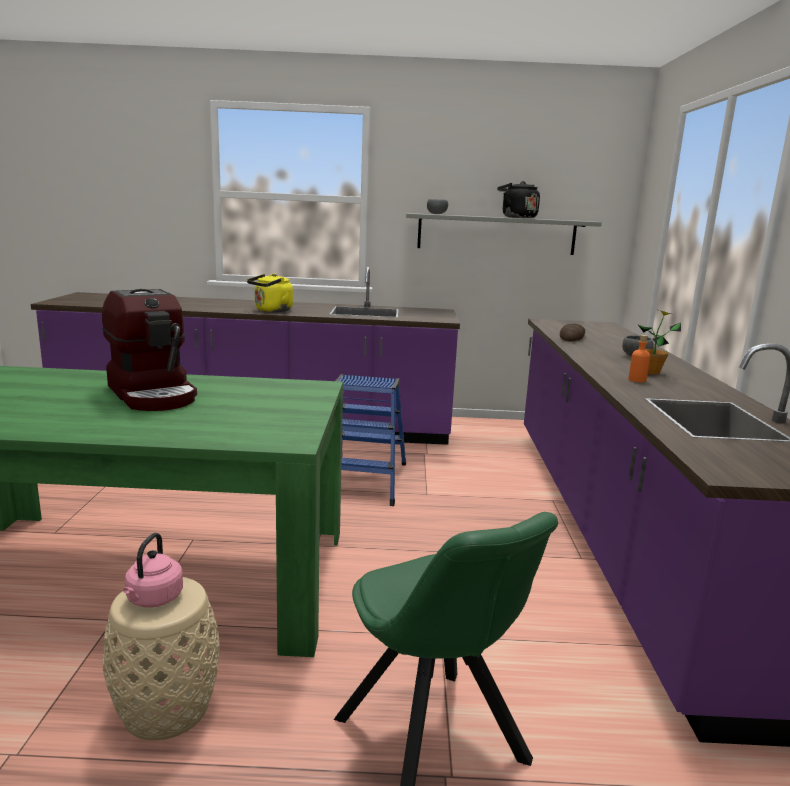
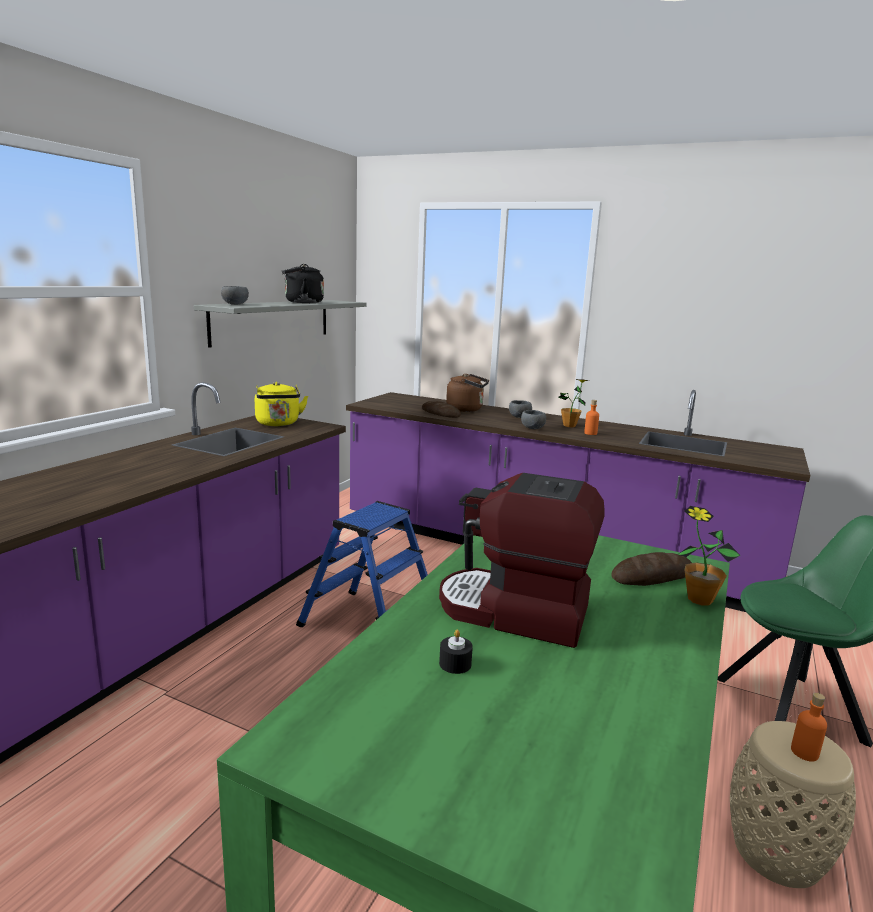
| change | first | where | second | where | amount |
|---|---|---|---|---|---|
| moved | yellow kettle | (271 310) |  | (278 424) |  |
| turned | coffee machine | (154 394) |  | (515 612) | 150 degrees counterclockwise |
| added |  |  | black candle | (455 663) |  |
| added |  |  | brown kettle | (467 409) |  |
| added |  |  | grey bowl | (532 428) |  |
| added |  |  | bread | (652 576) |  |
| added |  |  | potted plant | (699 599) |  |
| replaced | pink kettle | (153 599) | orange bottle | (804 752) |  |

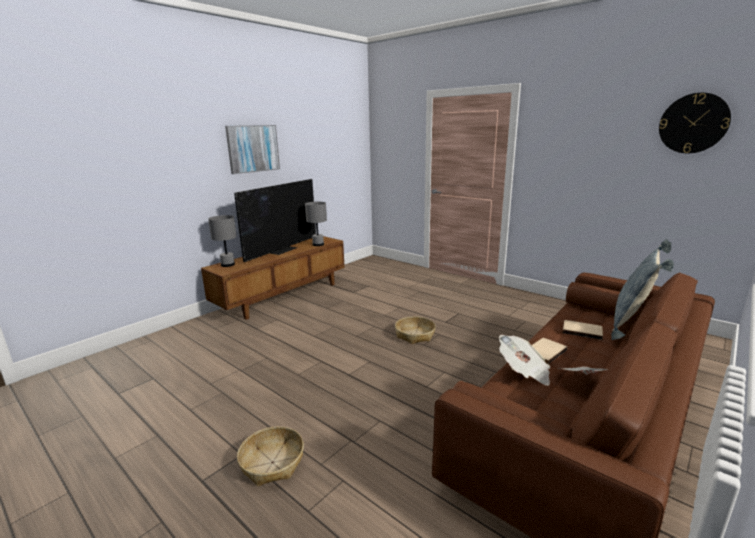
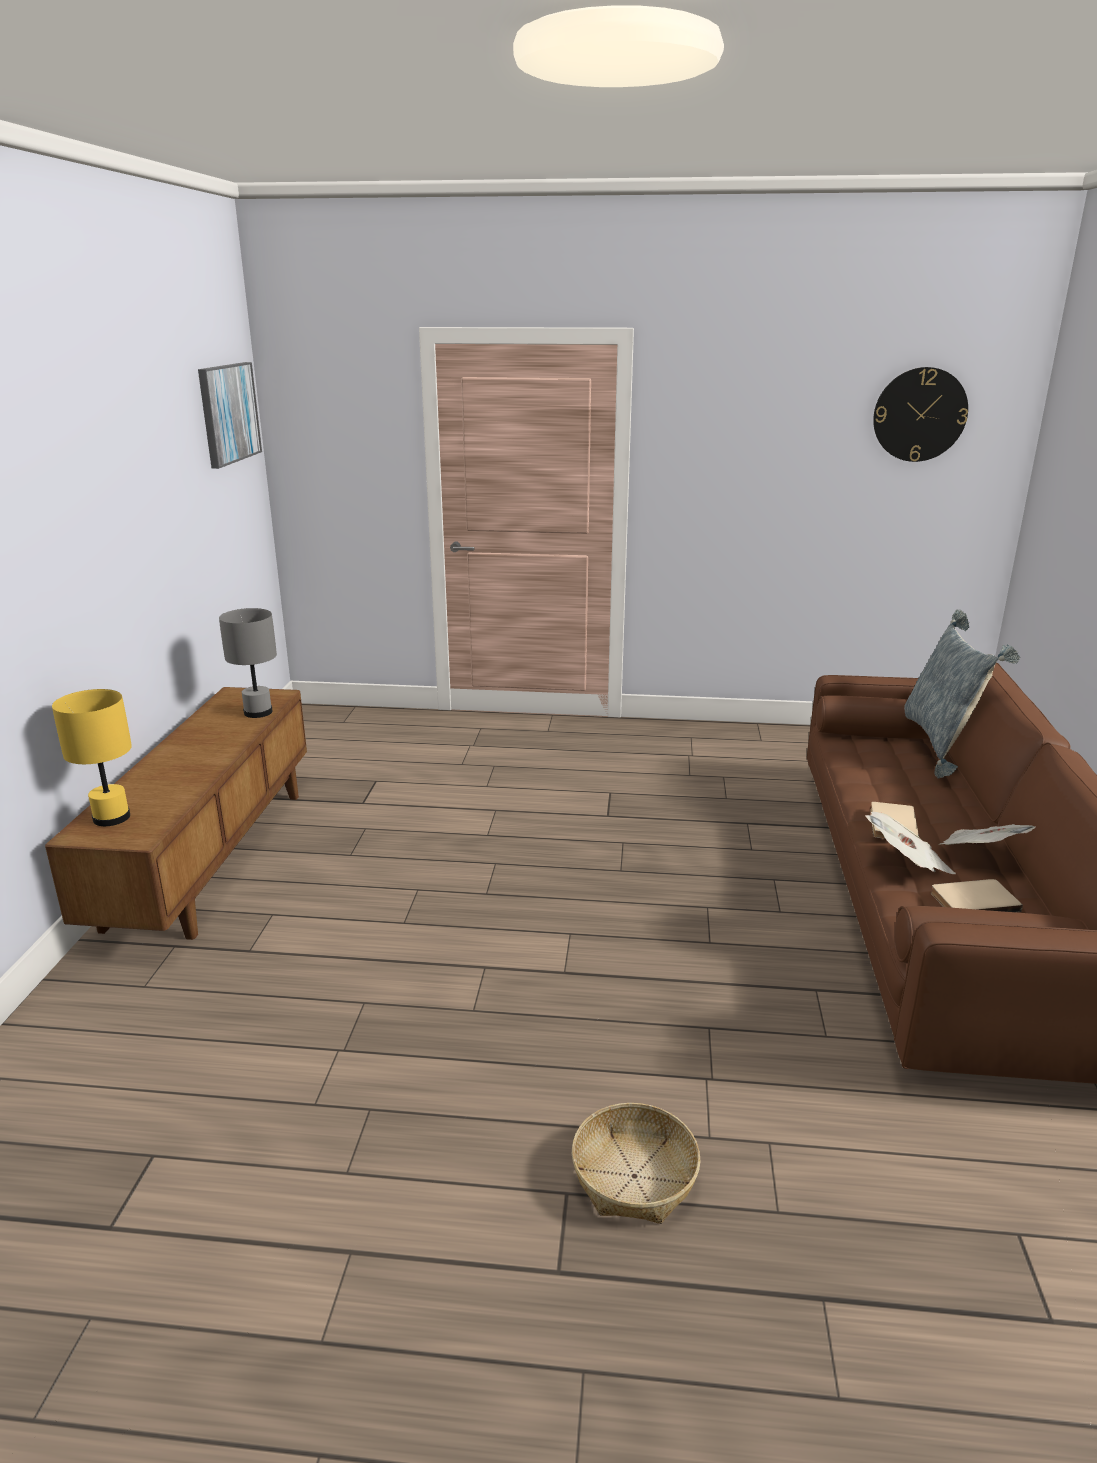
| change | first | where | second | where | amount |
|---|---|---|---|---|---|
| recoloured | grey table lamp | (227 264) | yellow table lamp | (110 818) |  |
| moved | picture | (253 148) |  | (228 413) |  |
| moved | beige book | (582 330) |  | (973 900) |  |
| removed | television | (283 250) |  |  |  |
| removed | basket | (415 335) |  |  |  |

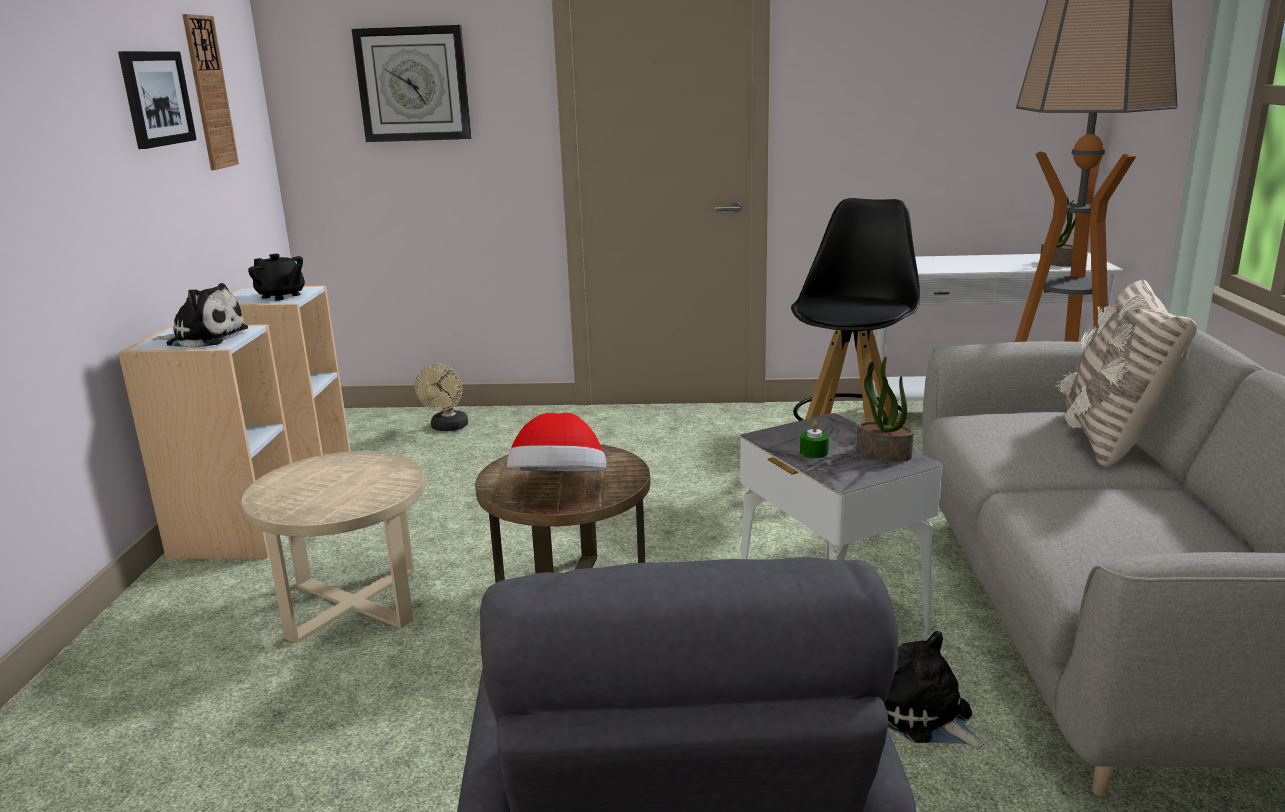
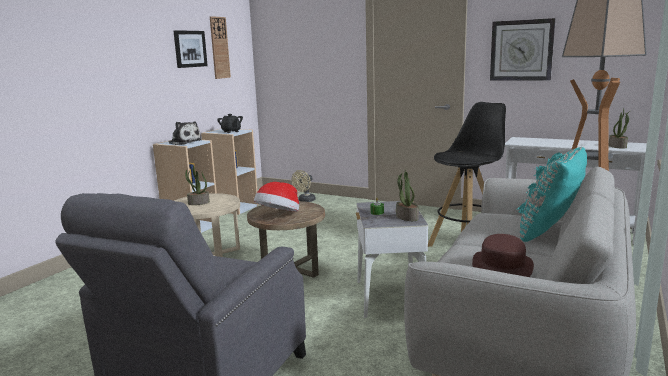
| change | first | where | second | where | amount |
|---|---|---|---|---|---|
| added |  |  | potted plant | (198 203) |  |
| added |  |  | brown hat | (502 268) |  |
| moved | wall clock | (413 84) |  | (521 50) |  |
| recoloured | beige pillow | (1108 438) | turquoise pillow | (547 231) |  |
| removed | plush toy | (923 715) |  |  |  |

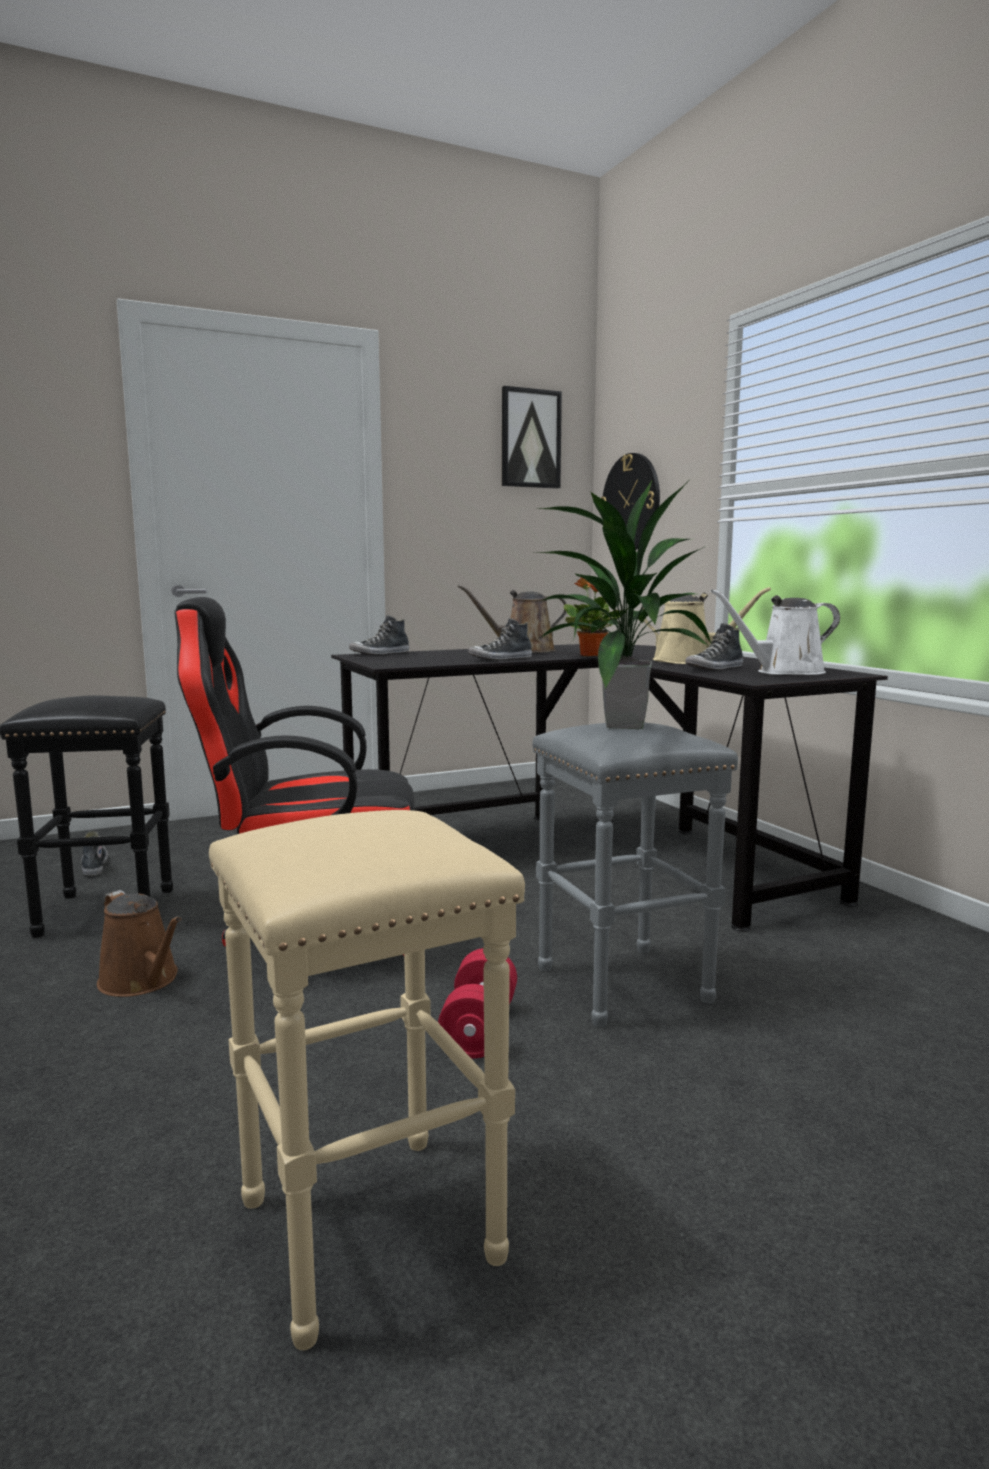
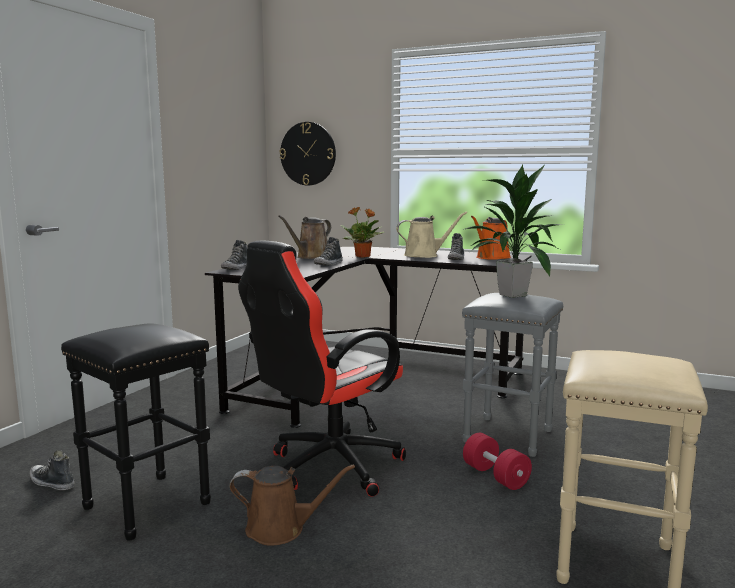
| change | first | where | second | where | amount |
|---|---|---|---|---|---|
| recoloured | white watering can | (784 672) | orange watering can | (491 257) |  |
| removed | picture | (530 438) |  |  |  |

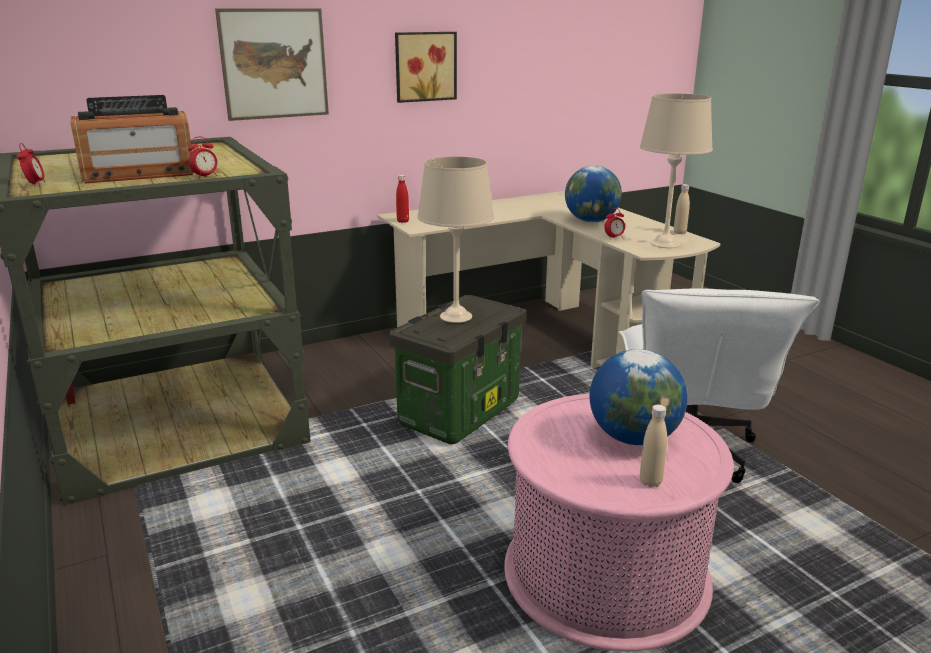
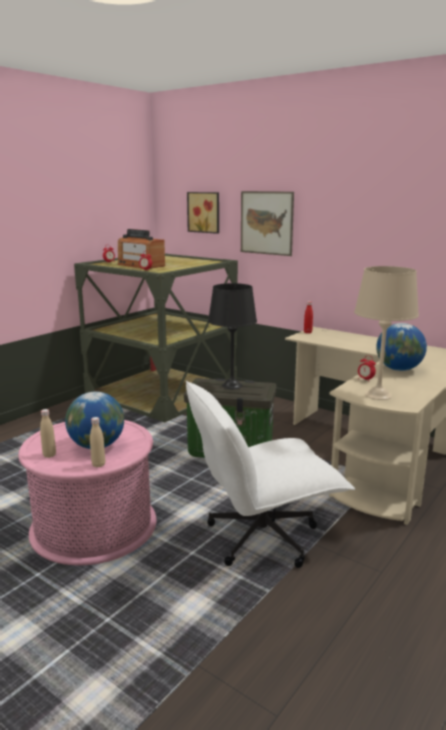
| change | first | where | second | where | amount |
|---|---|---|---|---|---|
| moved | beige bottle | (679 232) |  | (98 464) |  |
| moved | picture | (424 66) |  | (204 212) |  |
| recoloured | beige table lamp | (455 316) | black table lamp | (231 385) |  |

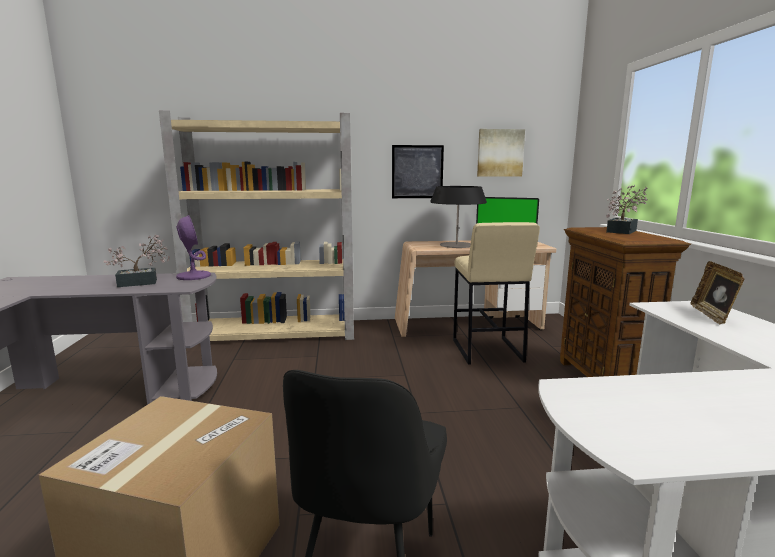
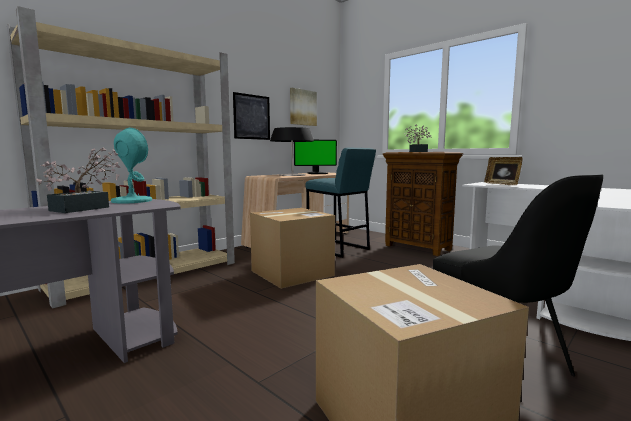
| change | first | where | second | where | amount |
|---|---|---|---|---|---|
| recoloured | purple table lamp | (193 276) | turquoise table lamp | (131 201) |  |
| added |  |  | cardboard box | (292 273) |  |
| recoloured | beige stool | (488 351) | turquoise stool | (339 249) |  |

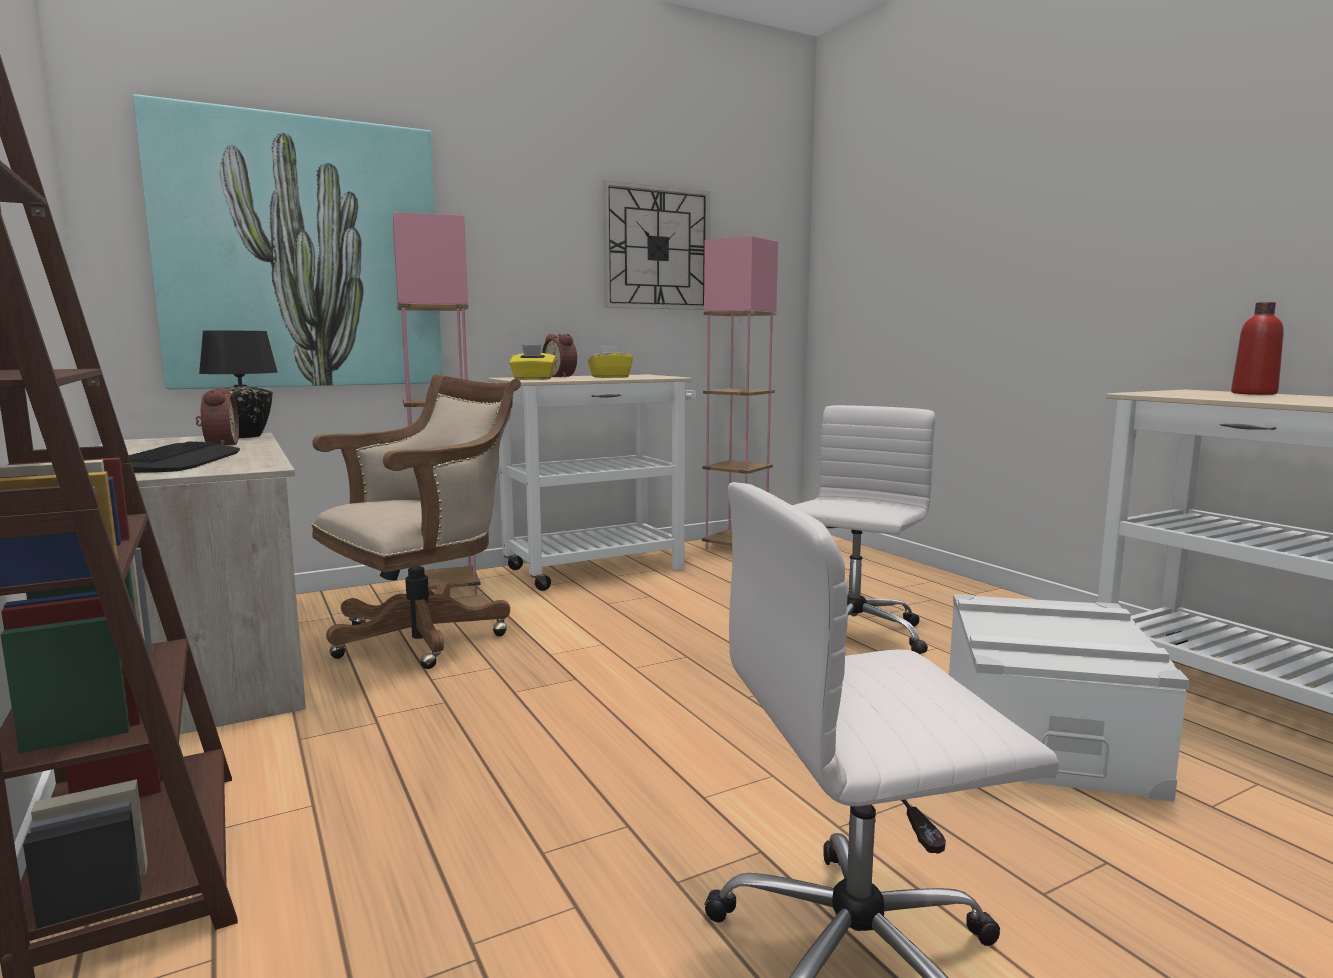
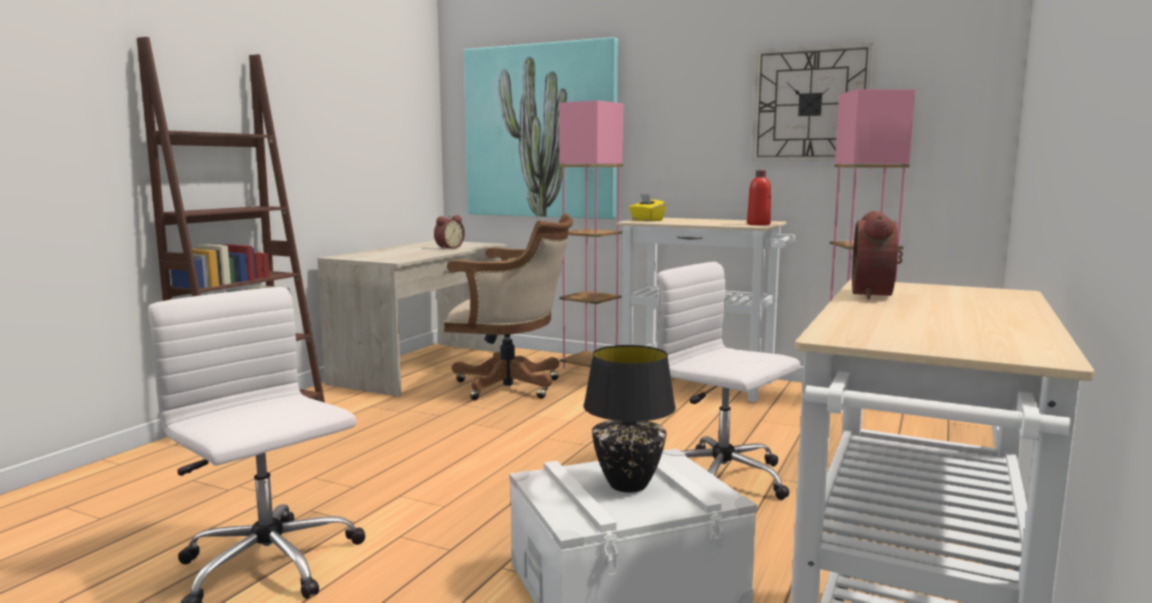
| change | first | where | second | where | amount |
|---|---|---|---|---|---|
| moved | black table lamp | (246 436) |  | (629 485) |  |
| turned | white office chair | (851 634) |  | (724 480) | 135 degrees counterclockwise |
| moved | red bottle | (1253 393) |  | (758 224) |  |
| moved | alarm clock | (562 377) |  | (876 295) |  |
| removed | keyboard | (179 460) |  |  |  |
| removed | yellow tissue box | (610 377) |  |  |  |

